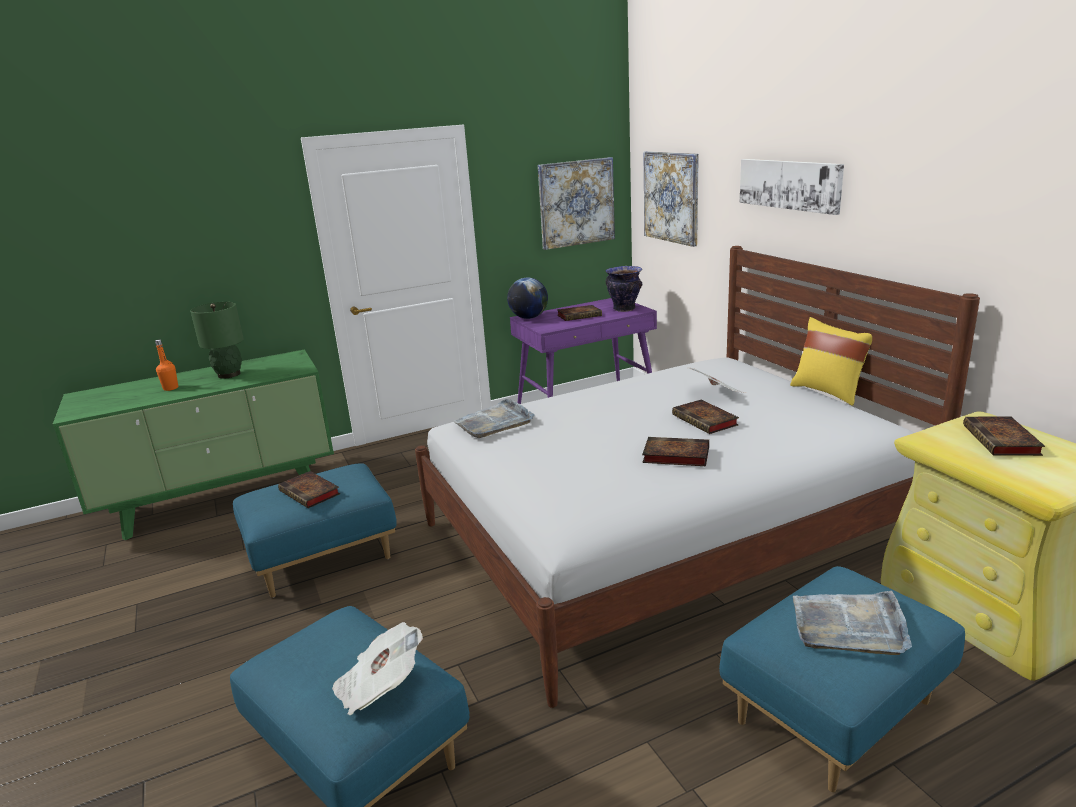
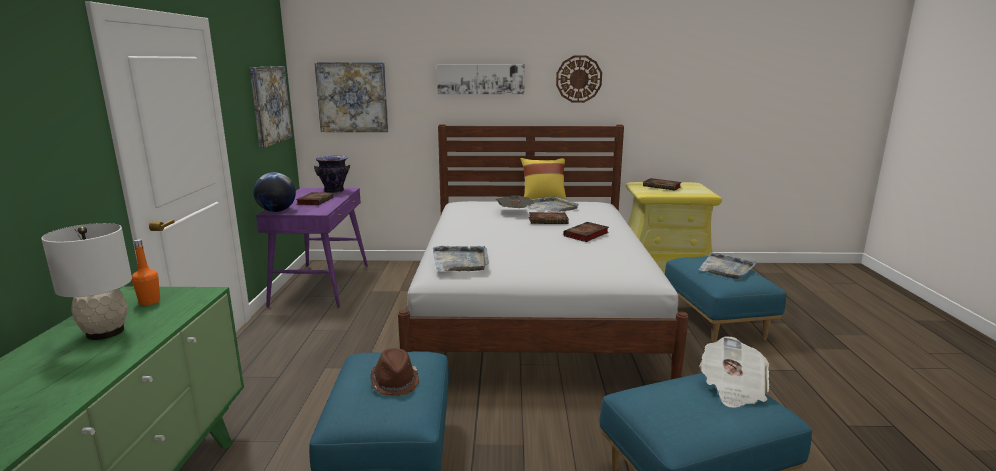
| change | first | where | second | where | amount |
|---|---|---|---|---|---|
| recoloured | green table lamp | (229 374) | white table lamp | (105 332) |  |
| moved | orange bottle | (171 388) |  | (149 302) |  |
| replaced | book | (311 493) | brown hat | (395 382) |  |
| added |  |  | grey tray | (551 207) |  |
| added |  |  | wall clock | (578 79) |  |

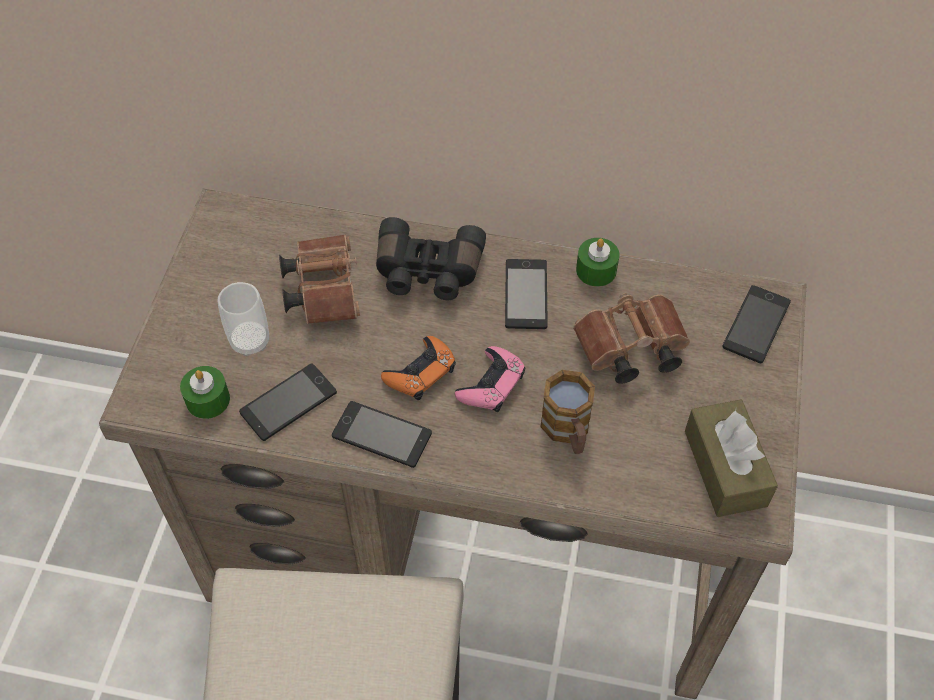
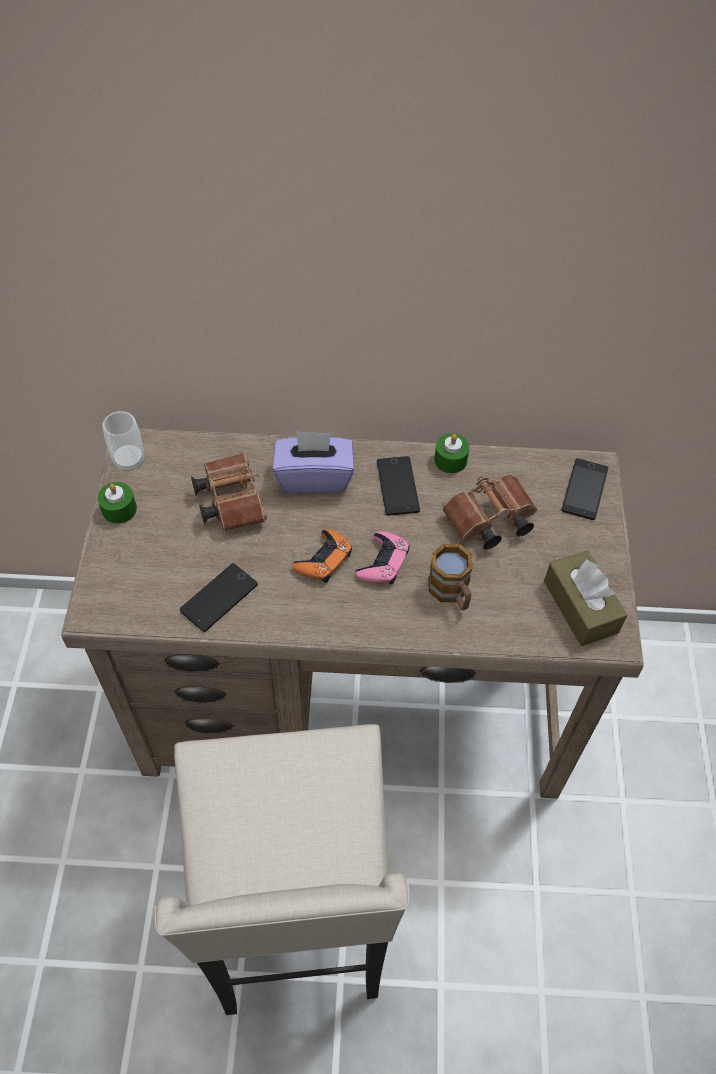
| change | first | where | second | where | amount |
|---|---|---|---|---|---|
| moved | green candle | (208 400) |  | (119 509) |  |
| moved | cup | (250 341) |  | (129 460) |  |
| replaced | black binoculars | (427 272) | purple tissue box | (314 477) |  |
| removed | phone | (382 435) |  |  |  |

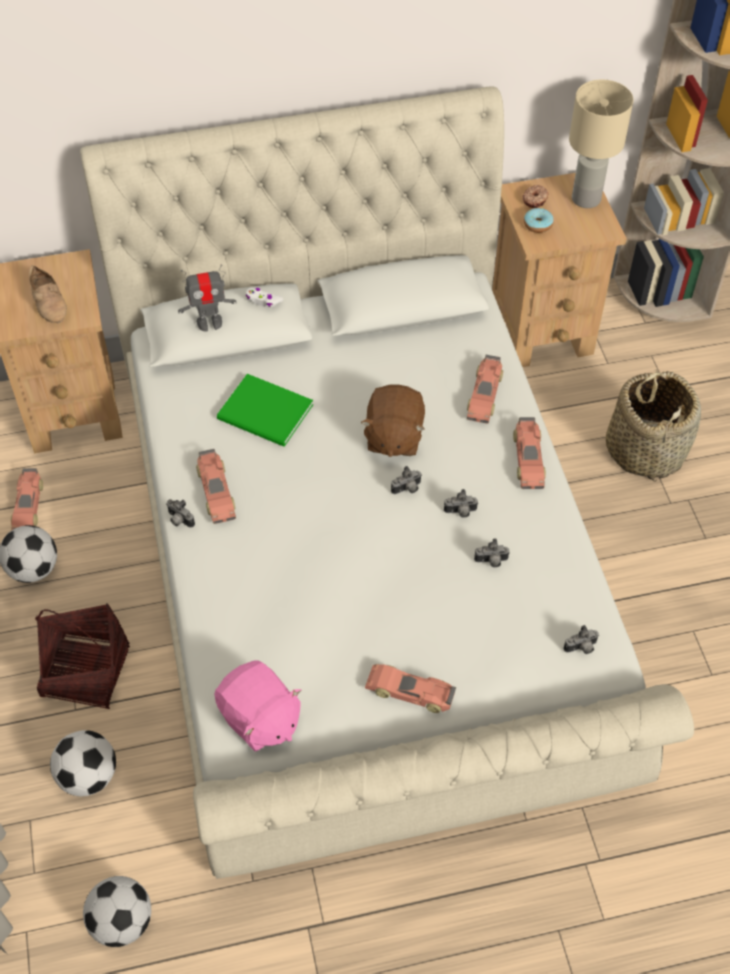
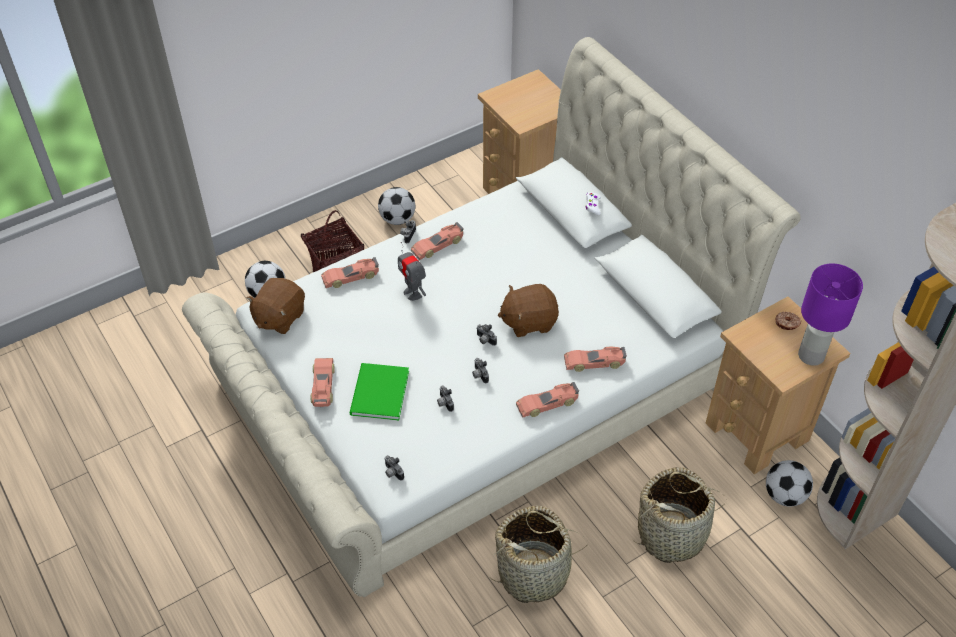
| change | first | where | second | where | amount |
|---|---|---|---|---|---|
| recoloured | pink plush toy | (259 719) | brown plush toy | (279 317) |  |
| moved | toy car | (28 506) |  | (351 277) |  |
| moved | green book | (266 414) |  | (377 394) |  |
| moved | toy robot | (209 322) |  | (413 293) |  |
| added |  |  | basket | (534 573) |  |
| moved | football | (122 922) |  | (784 495) |  |
| recoloured | beige table lamp | (585 199) | purple table lamp | (810 355) |  |
| removed | beige shoe | (50 301) |  |  |  |
| removed | donut | (537 224) |  |  |  |

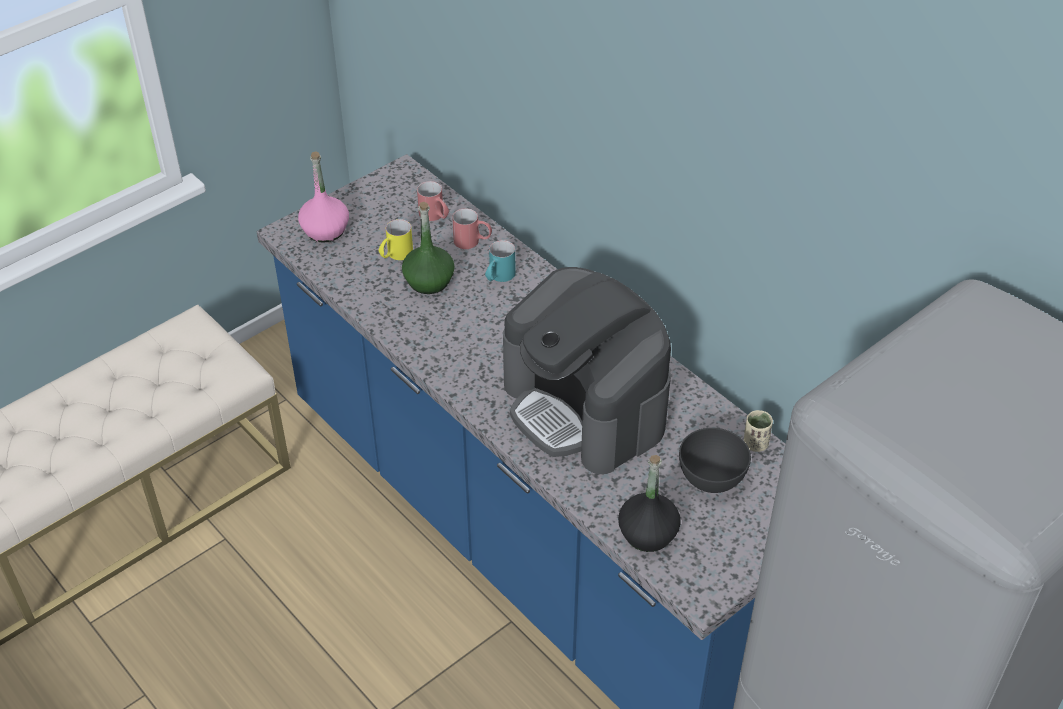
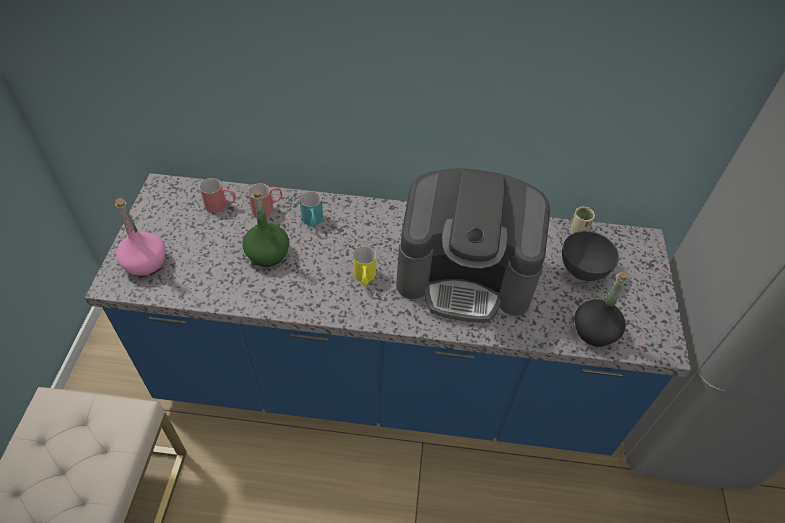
| change | first | where | second | where | amount |
|---|---|---|---|---|---|
| moved | yellow mug | (395 255) |  | (364 278) |  |

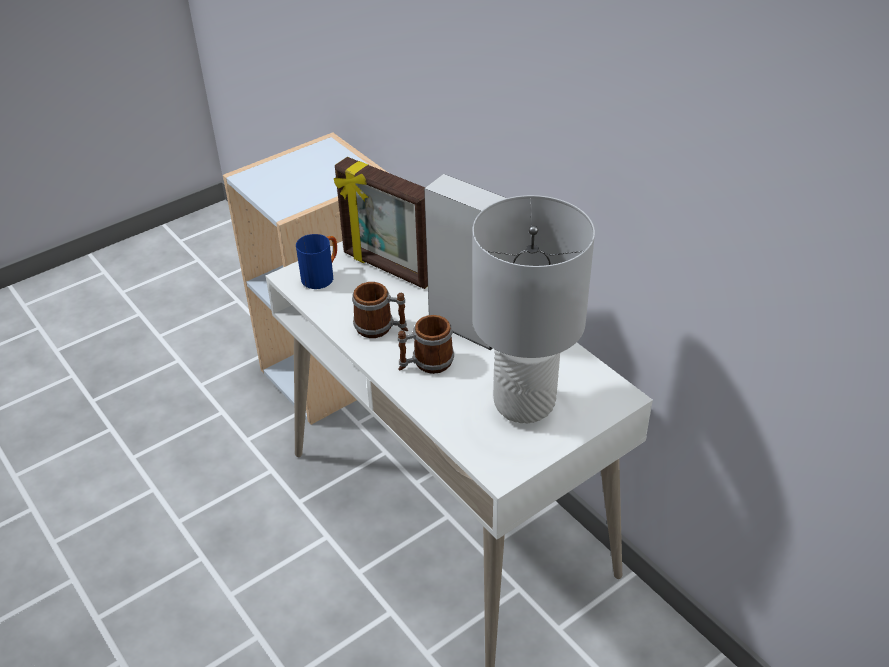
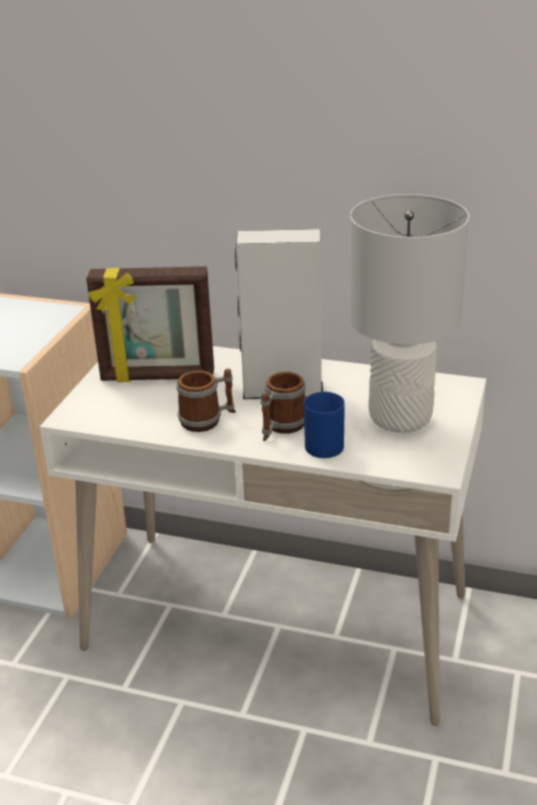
| change | first | where | second | where | amount |
|---|---|---|---|---|---|
| moved | blue mug | (322 276) |  | (324 443) |  |

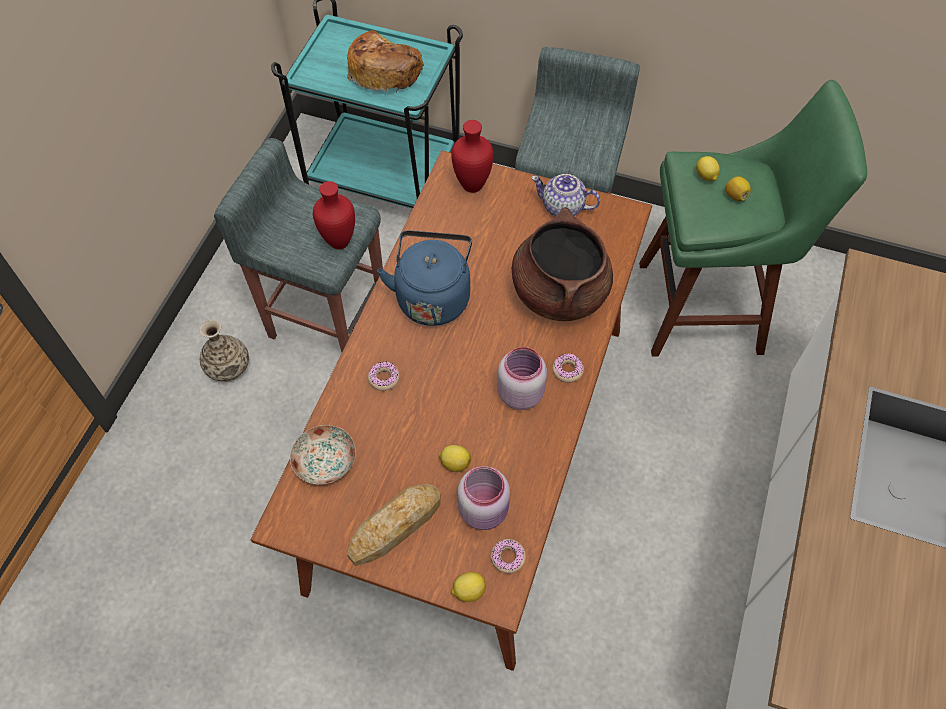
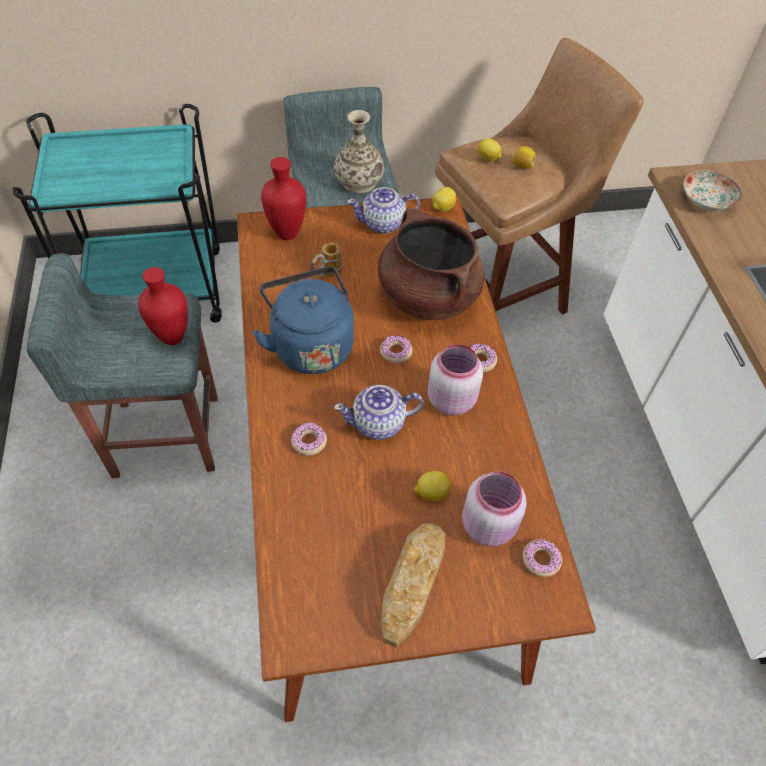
| change | first | where | second | where | amount |
|---|---|---|---|---|---|
| added |  |  | mug | (325 275) |  |
| moved | vase | (228 367) |  | (359 182) |  |
| added |  |  | teapot | (379 423) |  |
| added |  |  | donut | (396 352) |  |
| moved | lemon | (468 591) |  | (442 208) |  |
| recoloured | green stool | (706 307) | brown stool | (500 293) |  |
| moved | plate | (325 462) |  | (707 200) |  |
| removed | bread | (384 70) |  |  |  |

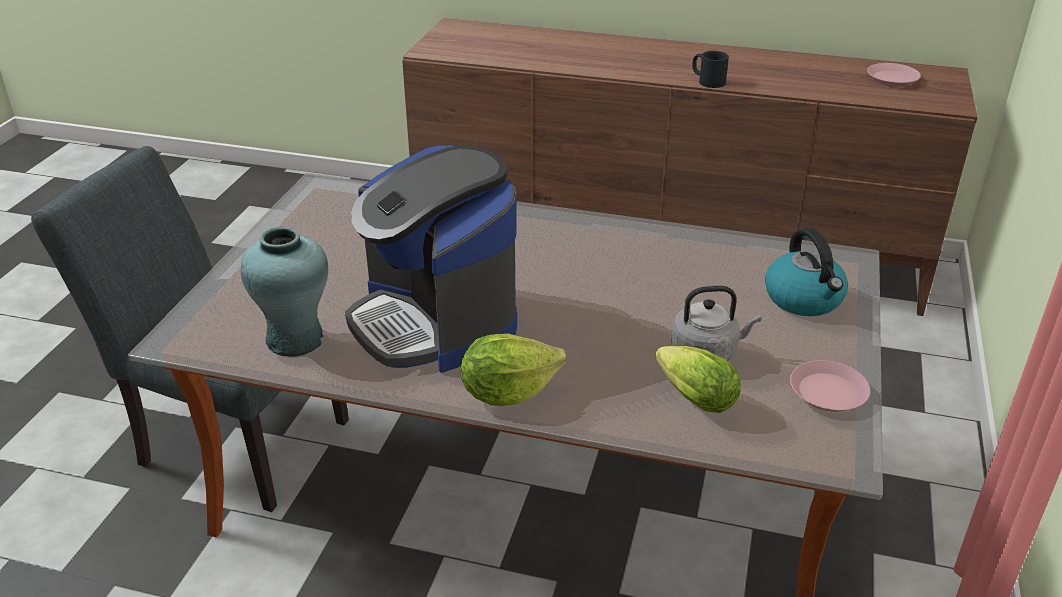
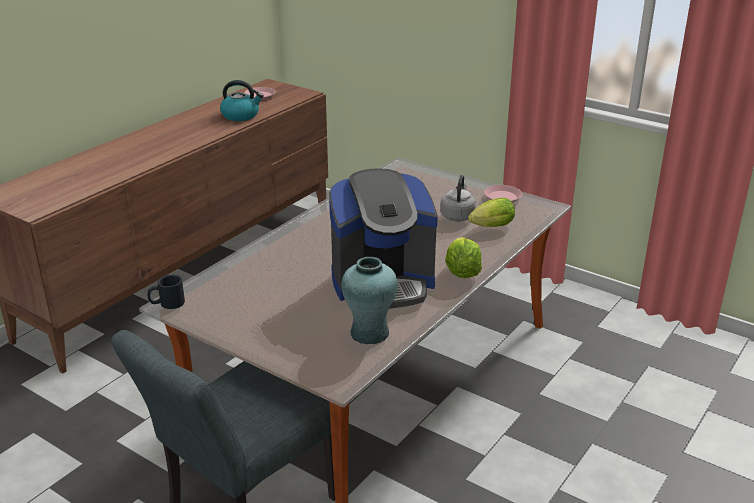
| change | first | where | second | where | amount |
|---|---|---|---|---|---|
| moved | black mug | (707 81) |  | (167 303) |  |
| moved | kettle | (804 299) |  | (241 115) |  |

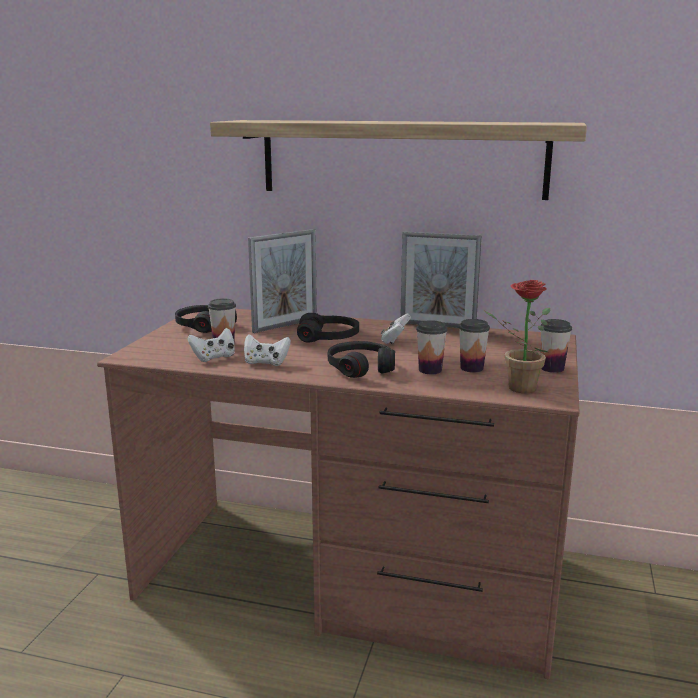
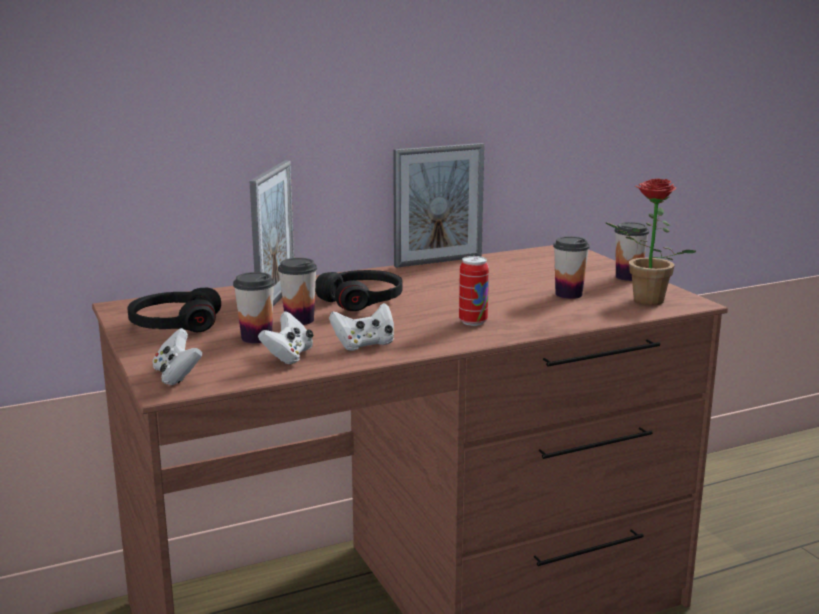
| change | first | where | second | where | amount |
|---|---|---|---|---|---|
| moved | white game controller | (395 340) |  | (177 376) |  |
| moved | cup | (430 370) |  | (299 320) |  |
| replaced | black headphones | (360 368) | can | (473 322) |  |
| removed | shelf | (401 158) |  |  |  |

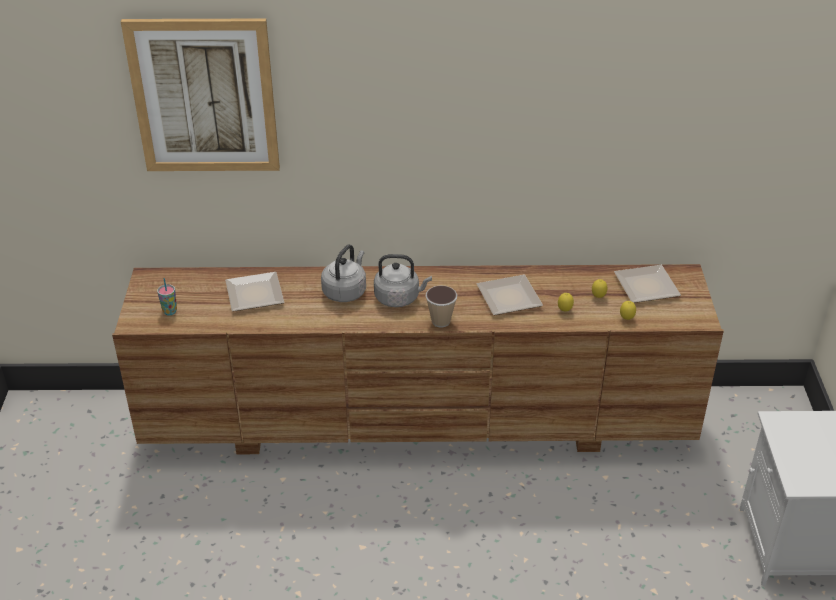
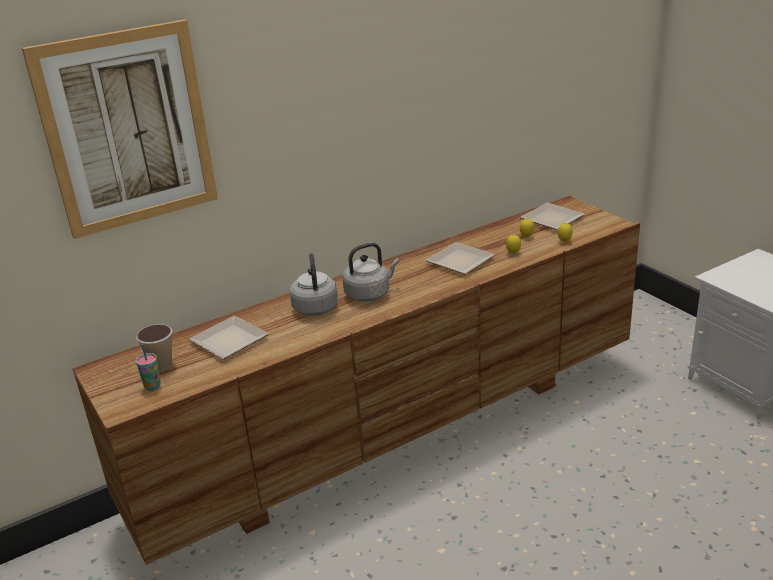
| change | first | where | second | where | amount |
|---|---|---|---|---|---|
| moved | cup | (441 321) |  | (161 365) |  |

